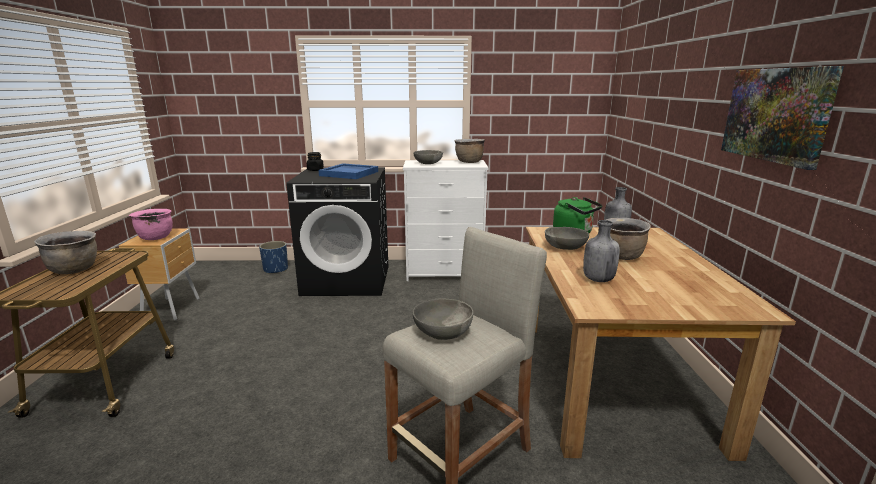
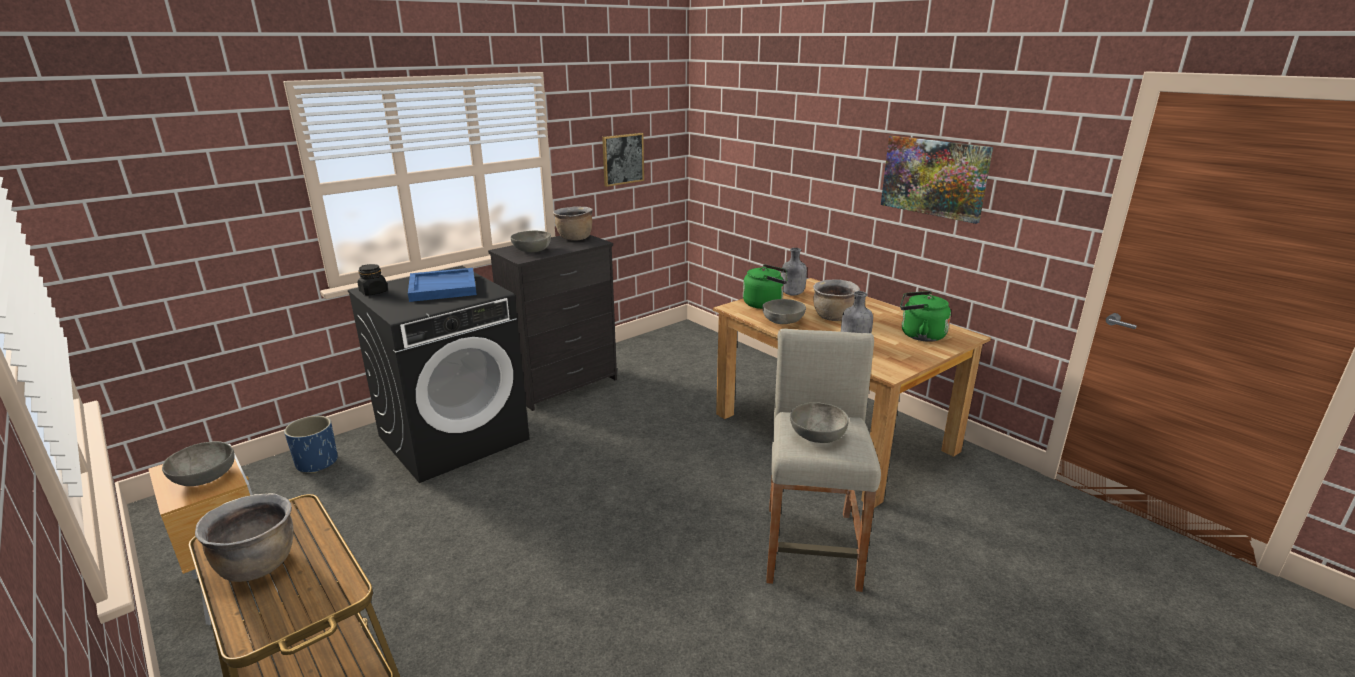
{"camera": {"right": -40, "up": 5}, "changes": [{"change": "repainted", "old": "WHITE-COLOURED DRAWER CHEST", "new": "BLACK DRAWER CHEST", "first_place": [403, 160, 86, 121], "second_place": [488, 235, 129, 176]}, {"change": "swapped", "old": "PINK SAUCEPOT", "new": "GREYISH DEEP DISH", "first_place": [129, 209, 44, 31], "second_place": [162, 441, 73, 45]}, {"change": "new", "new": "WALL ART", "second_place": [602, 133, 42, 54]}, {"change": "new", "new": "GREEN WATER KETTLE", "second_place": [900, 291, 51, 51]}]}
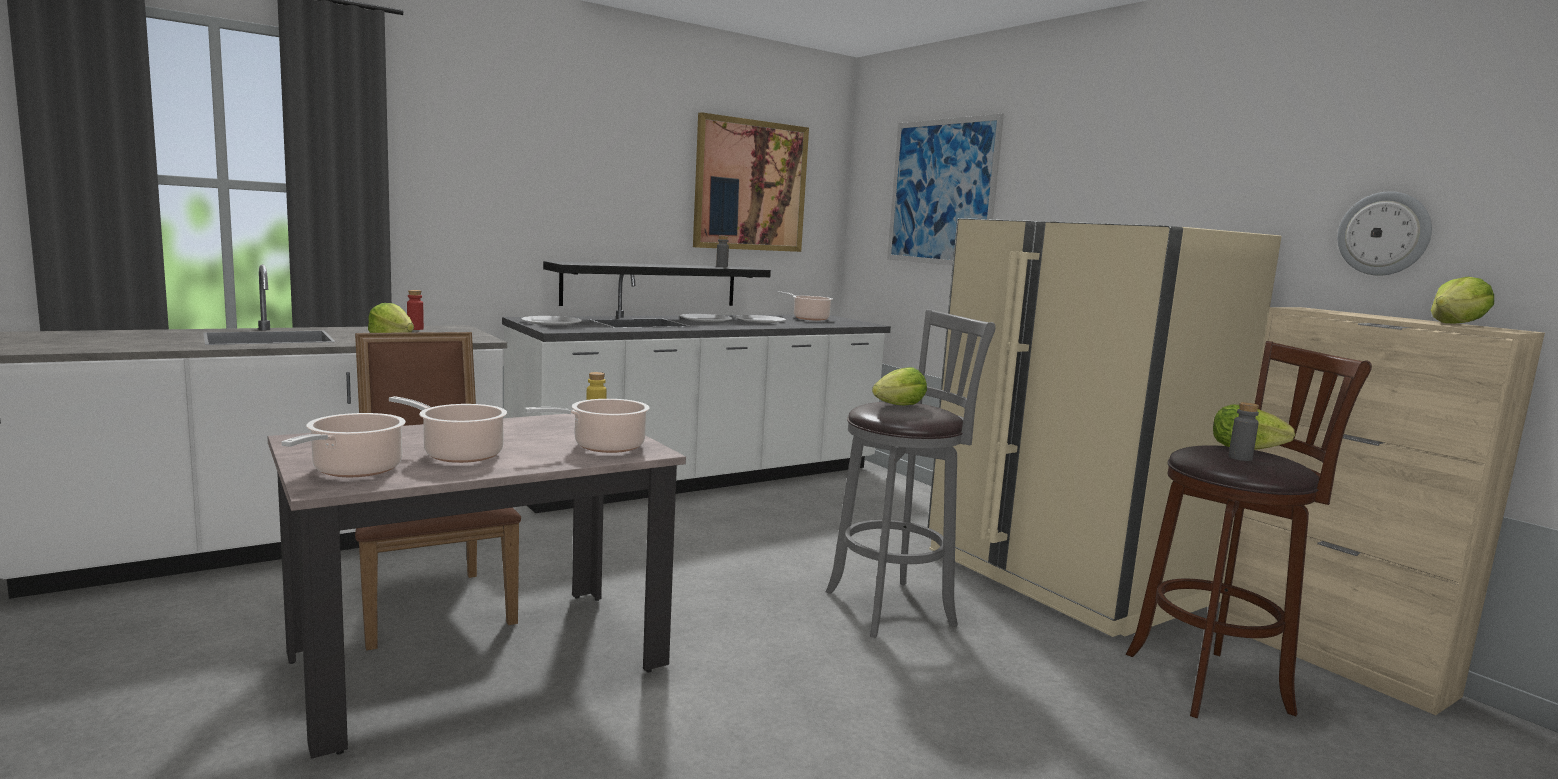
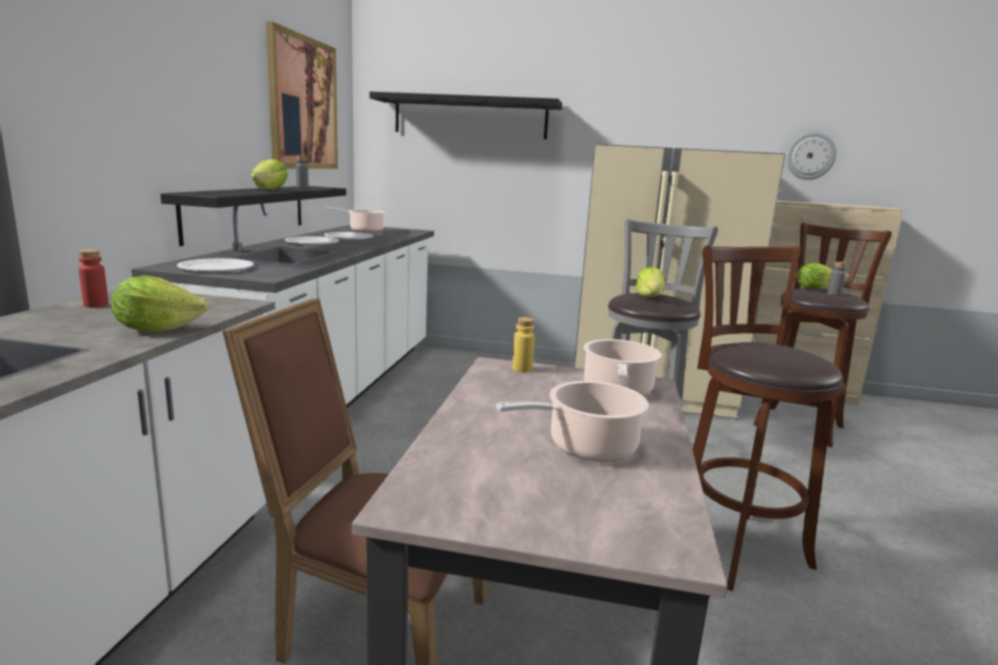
{"camera": {"right": -45, "up": 5}, "changes": [{"change": "swapped", "old": "WALL ART", "new": "BLACK BRACKET SHELF", "first_place": [887, 114, 117, 152], "second_place": [369, 92, 193, 47]}, {"change": "shifted", "old": "LETTUCE", "first_place": [1431, 277, 63, 47], "second_place": [251, 159, 37, 30]}, {"change": "gone", "old": "SAUCEPOT", "first_place": [281, 413, 125, 64]}, {"change": "new", "new": "BROWN-COLOURED STOOL SEAT", "second_place": [693, 245, 150, 346]}]}
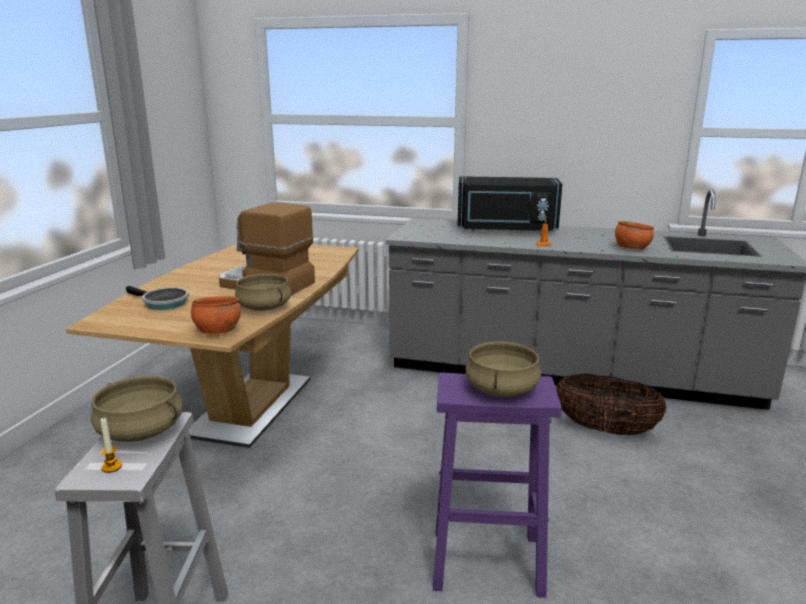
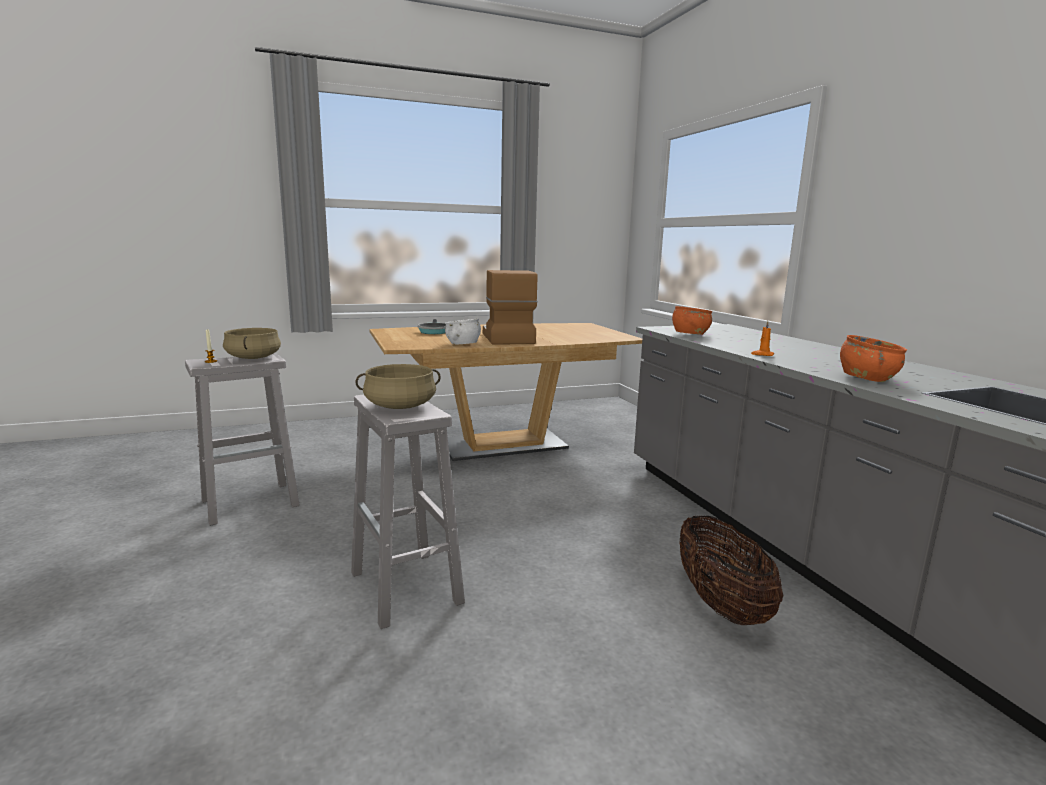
{"camera": {"right": 55, "up": -5}, "changes": [{"change": "gone", "old": "BLACK MICROWAVE OVEN", "first_place": [457, 177, 105, 55]}, {"change": "swapped", "old": "SAND-COLOURED SAUCEPOT", "new": "WHITE-COLOURED DEEP DISH", "first_place": [235, 273, 56, 38], "second_place": [445, 319, 36, 25]}, {"change": "shifted", "old": "ORANGEY DEEP DISH", "first_place": [191, 296, 50, 38], "second_place": [672, 306, 40, 29]}, {"change": "repainted", "old": "PURPLE-COLOURED STOOL SEAT", "new": "WHITE-COLOURED STOOL SEAT", "first_place": [433, 372, 129, 226], "second_place": [351, 395, 114, 234]}]}
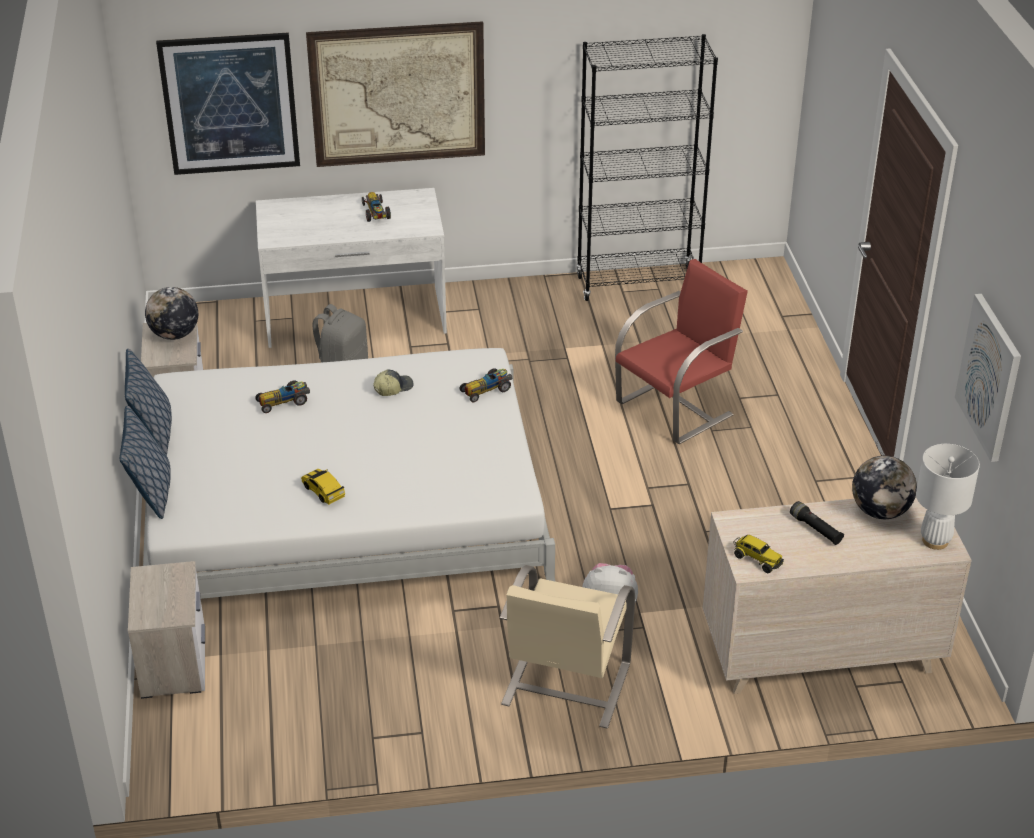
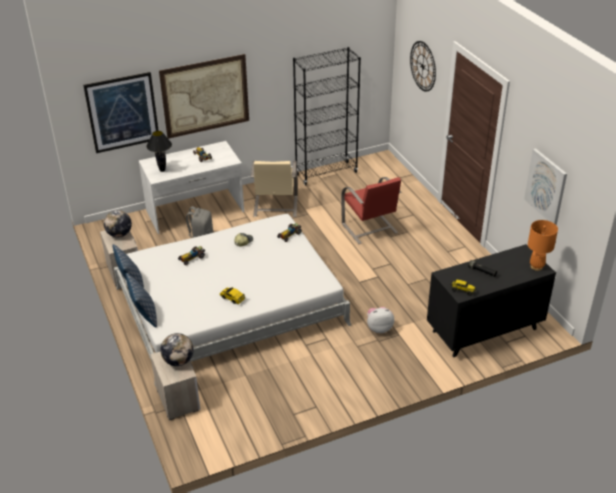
{"camera": {"right": -15, "up": 0}, "changes": [{"change": "rotated", "old": "REDDISH PLAIN CHAIR", "first_place": [615, 259, 133, 185], "second_place": [341, 177, 60, 67], "degrees": 120}, {"change": "repainted", "old": "WHITE-COLOURED TABLETOP LAMP", "new": "ORANGEY TABLETOP LAMP", "first_place": [916, 444, 64, 106], "second_place": [528, 220, 30, 51]}, {"change": "shifted", "old": "DESK GLOBE", "first_place": [852, 456, 65, 63], "second_place": [160, 333, 33, 33]}, {"change": "repainted", "old": "SAND-COLOURED DRAWER CHEST", "new": "BLACK DRAWER CHEST", "first_place": [703, 497, 269, 197], "second_place": [427, 244, 129, 113]}, {"change": "shifted", "old": "SAND-COLOURED PLAIN CHAIR", "first_place": [500, 565, 135, 163], "second_place": [251, 161, 47, 56]}, {"change": "new", "new": "CLOCK ON THE WALL", "second_place": [410, 41, 26, 51]}, {"change": "new", "new": "BLACK TABLETOP LAMP", "second_place": [146, 131, 26, 41]}]}
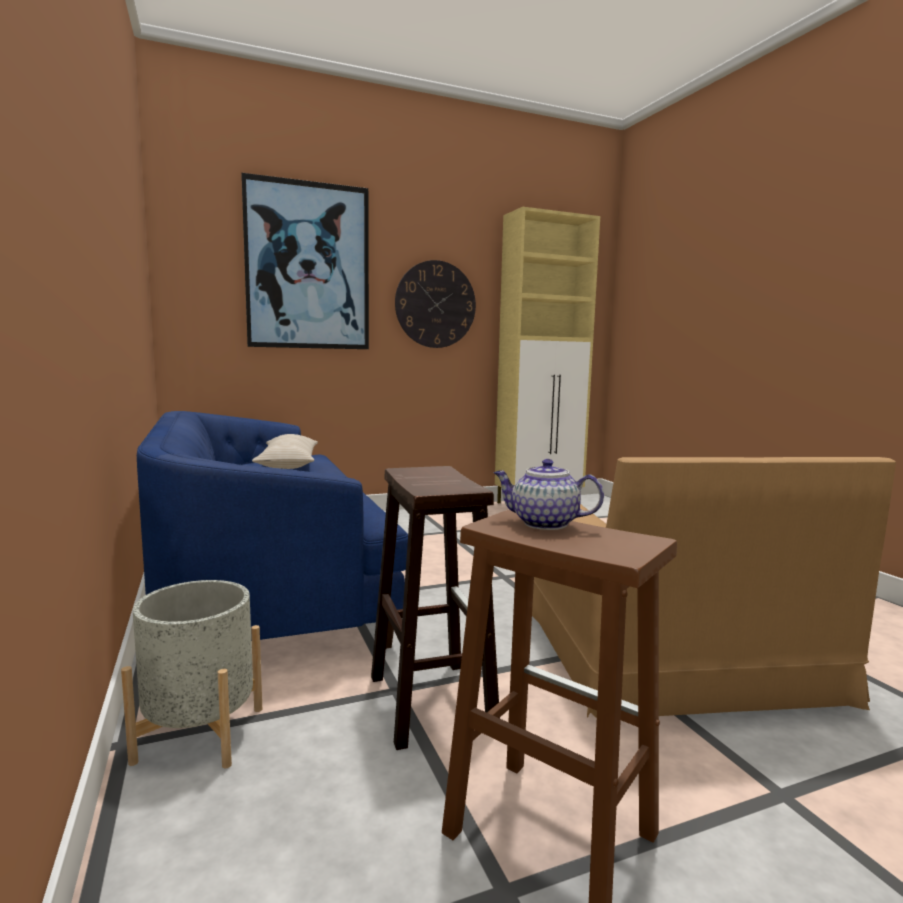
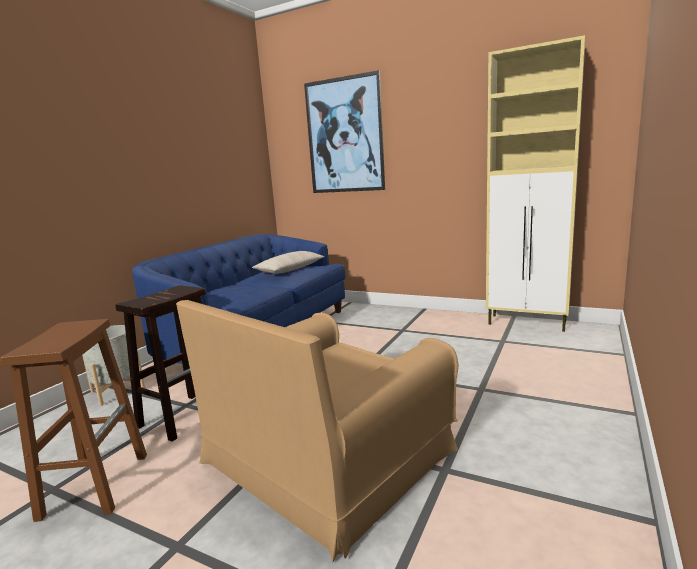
{"camera": {"right": 50, "up": 5}, "changes": [{"change": "gone", "old": "CLOCK ON THE WALL", "first_place": [395, 260, 81, 88]}, {"change": "gone", "old": "POT FOR TEA", "first_place": [494, 459, 110, 71]}]}
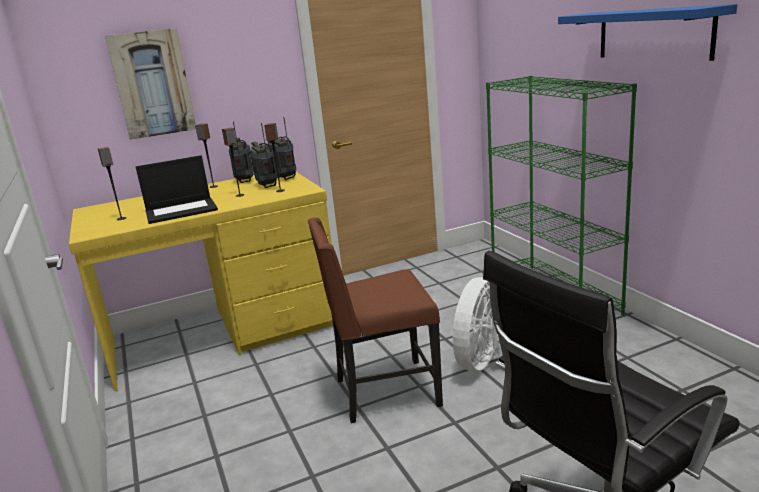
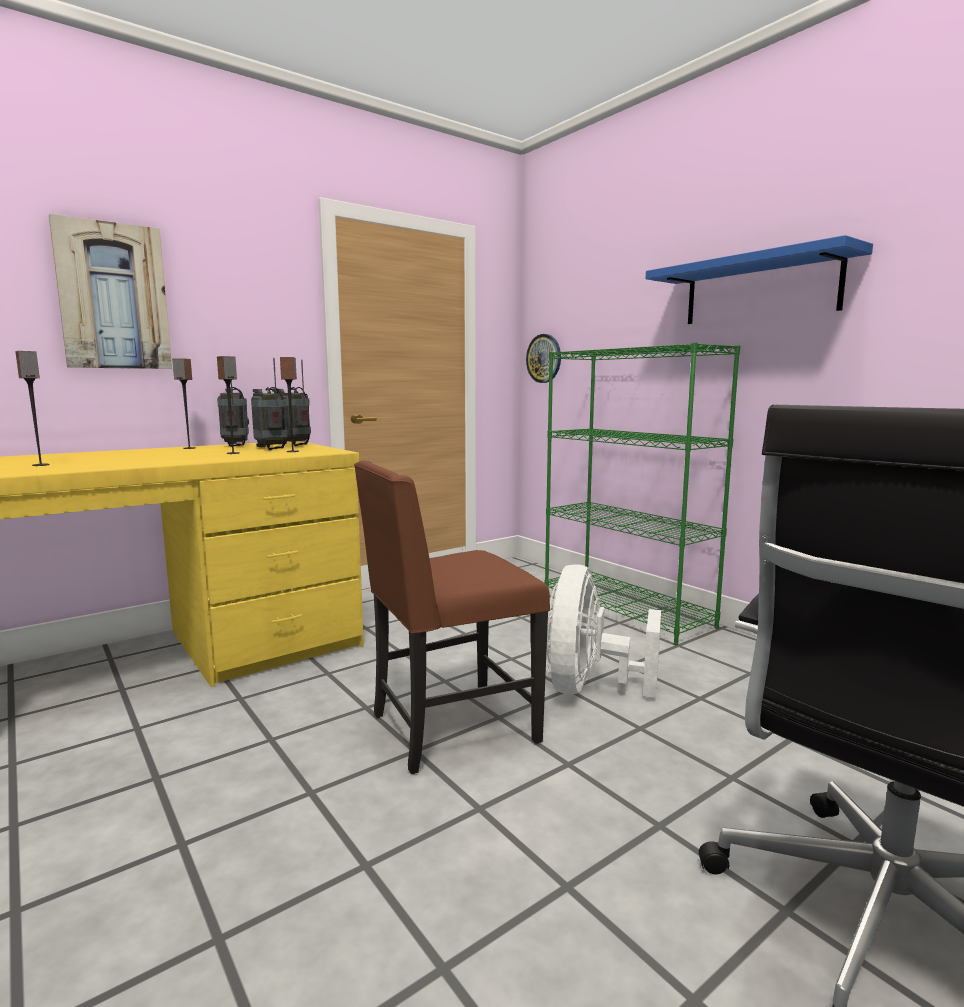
{"camera": {"right": -15, "up": -10}, "changes": [{"change": "gone", "old": "PORTABLE COMPUTER", "first_place": [136, 155, 82, 69]}, {"change": "new", "new": "CLOCK ON THE WALL", "second_place": [526, 334, 35, 49]}]}
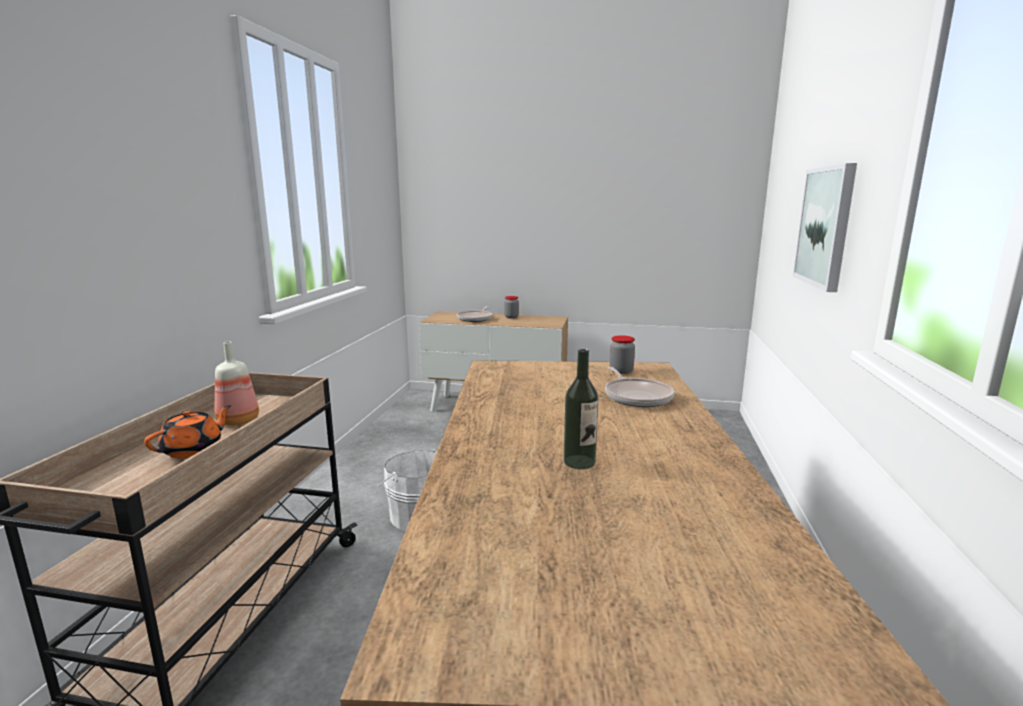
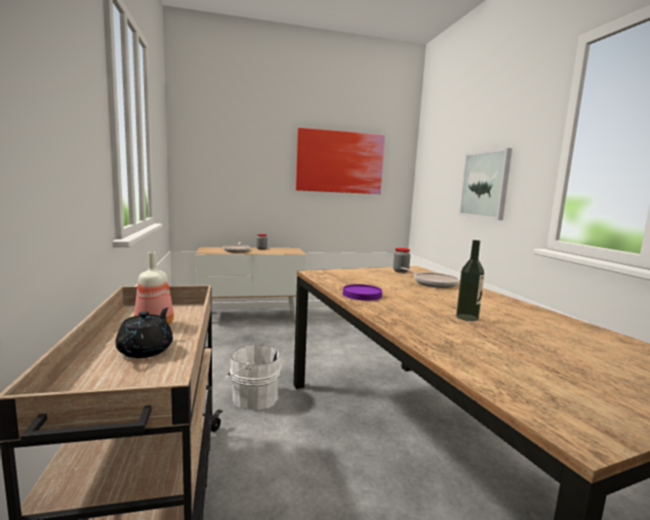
{"camera": {"right": -25, "up": -5}, "changes": [{"change": "repainted", "old": "ORANGEY POT FOR TEA", "new": "BLACK POT FOR TEA", "first_place": [144, 405, 87, 53], "second_place": [115, 308, 58, 50]}, {"change": "new", "new": "WALL ART", "second_place": [296, 128, 89, 66]}, {"change": "new", "new": "PURPLE-COLOURED PLATE", "second_place": [343, 284, 39, 17]}]}
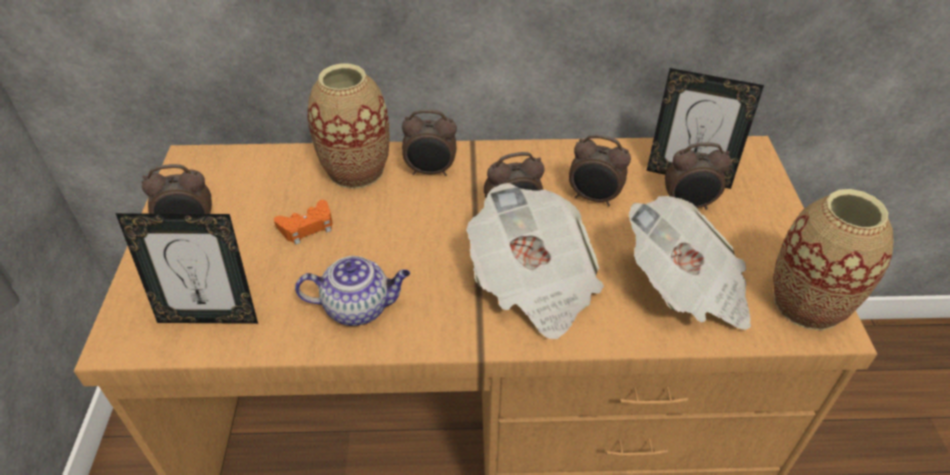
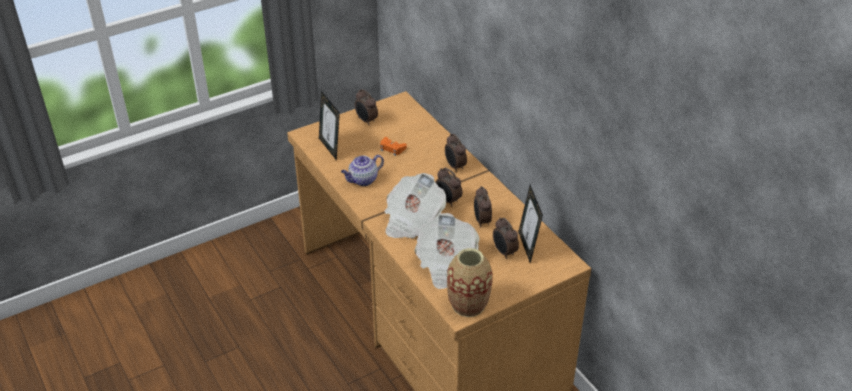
{"camera": {"right": 60, "up": -5}, "changes": [{"change": "gone", "old": "VASE", "first_place": [308, 64, 82, 125]}, {"change": "rotated", "old": "POT FOR TEA", "first_place": [295, 256, 115, 70], "second_place": [341, 155, 43, 31], "degrees": 90}]}
